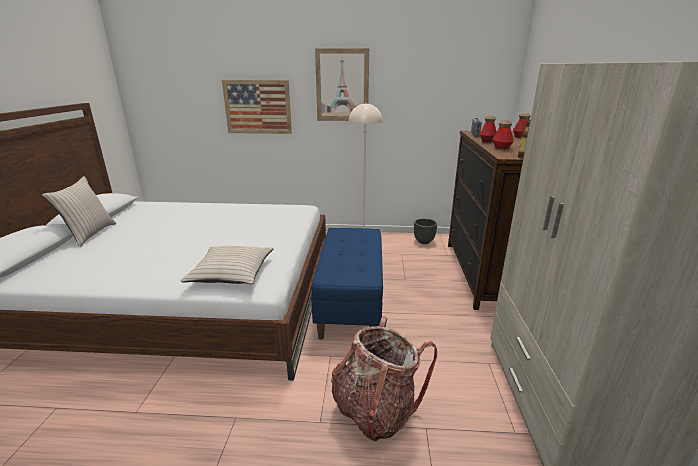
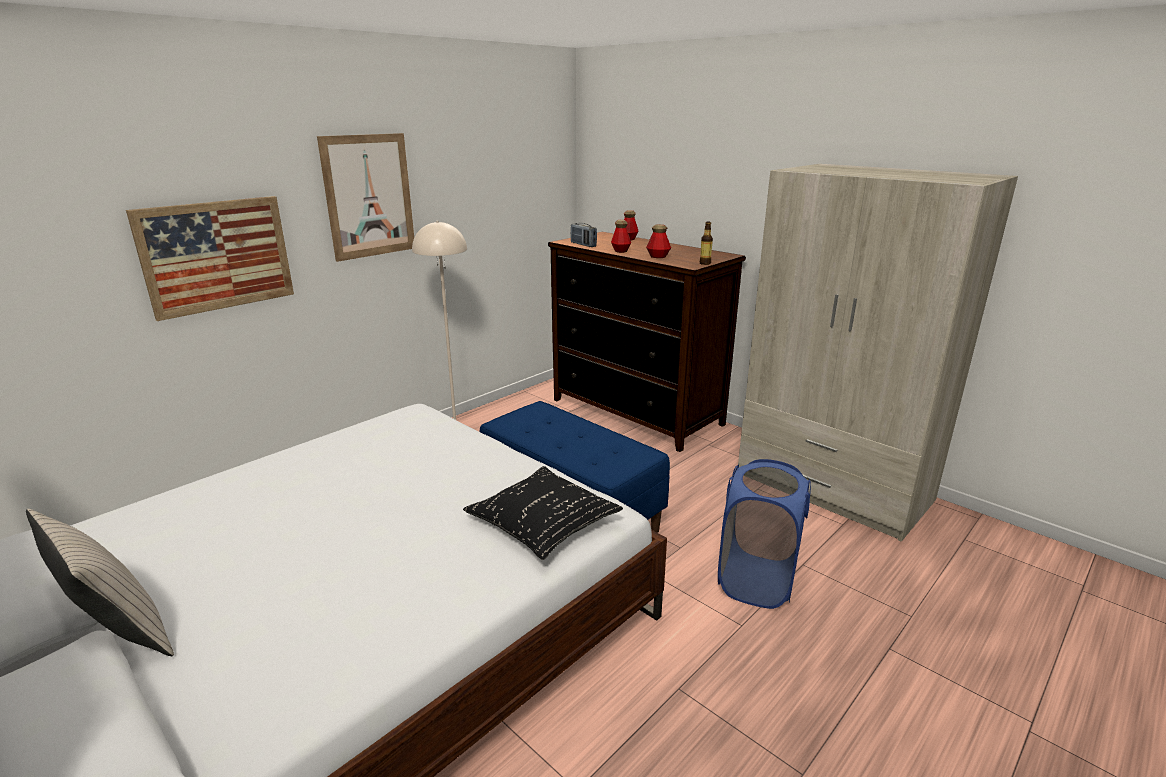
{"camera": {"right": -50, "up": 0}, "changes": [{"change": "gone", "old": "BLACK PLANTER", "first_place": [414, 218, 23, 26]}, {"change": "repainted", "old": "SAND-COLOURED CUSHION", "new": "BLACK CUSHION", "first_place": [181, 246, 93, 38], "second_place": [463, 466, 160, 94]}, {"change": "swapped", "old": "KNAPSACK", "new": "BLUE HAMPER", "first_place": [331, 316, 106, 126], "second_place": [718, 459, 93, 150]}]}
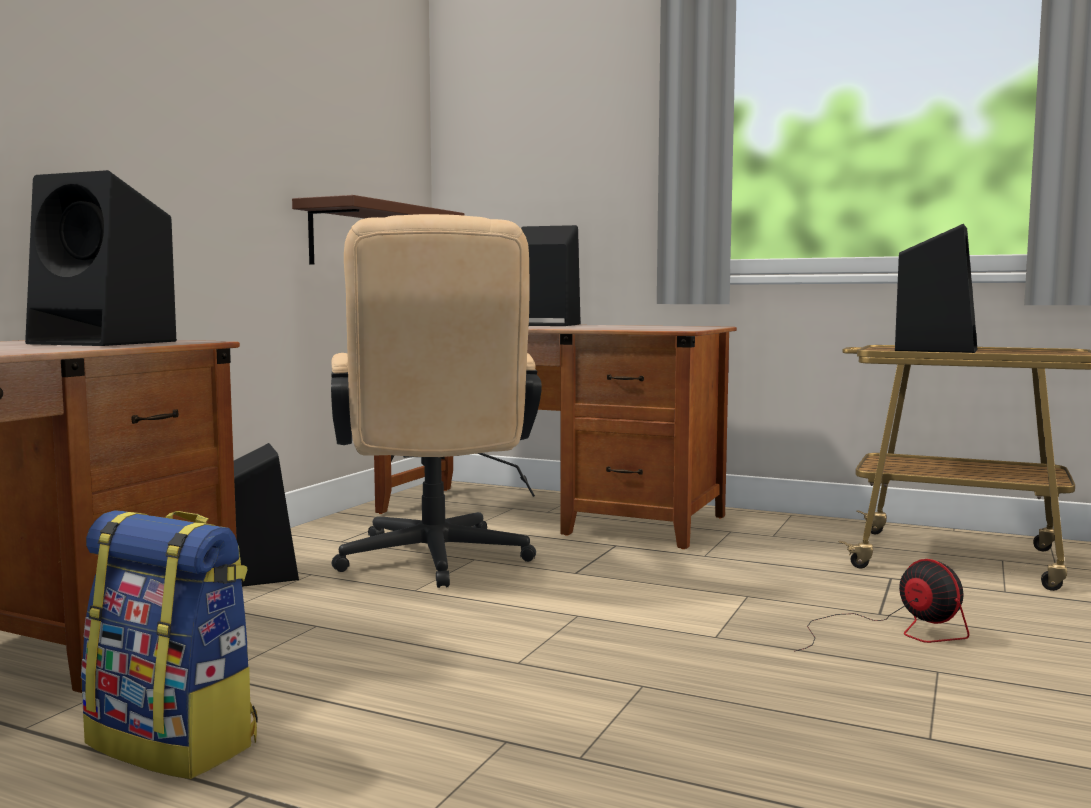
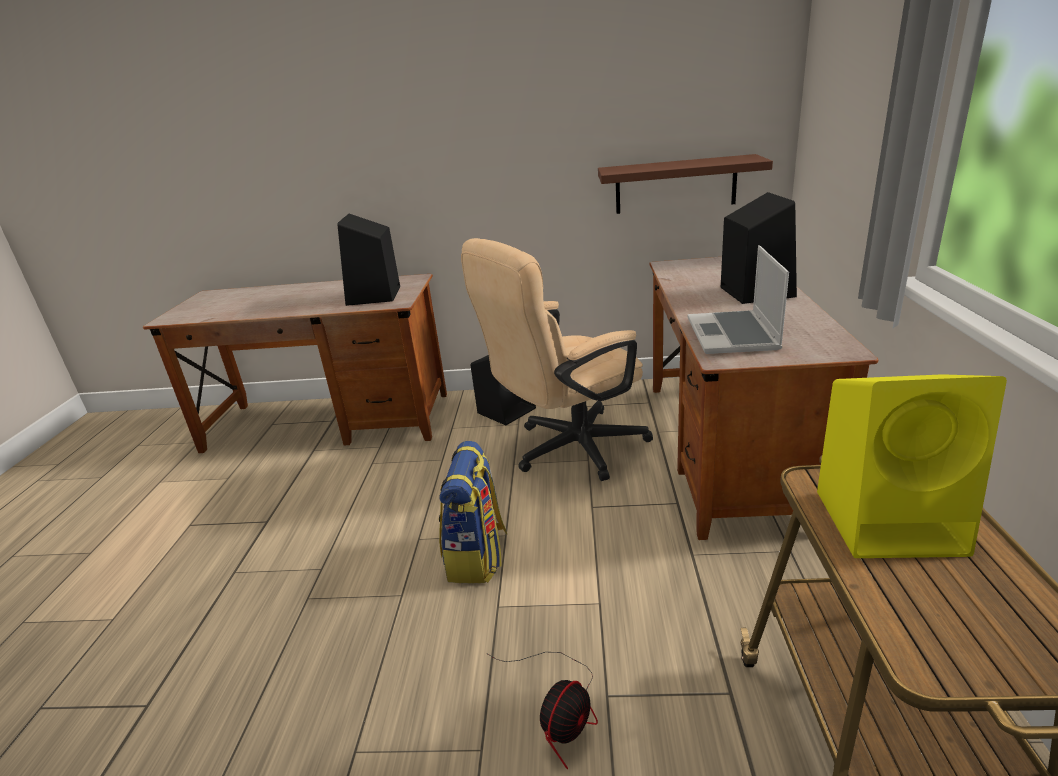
{"camera": {"right": 70, "up": 20}, "changes": [{"change": "repainted", "old": "BLACK LOUDSPEAKER", "new": "YELLOW LOUDSPEAKER", "first_place": [895, 224, 82, 129], "second_place": [817, 374, 190, 184]}, {"change": "shifted", "old": "KNAPSACK", "first_place": [81, 510, 177, 269], "second_place": [439, 441, 68, 142]}, {"change": "new", "new": "PORTABLE COMPUTER", "second_place": [688, 245, 101, 109]}]}
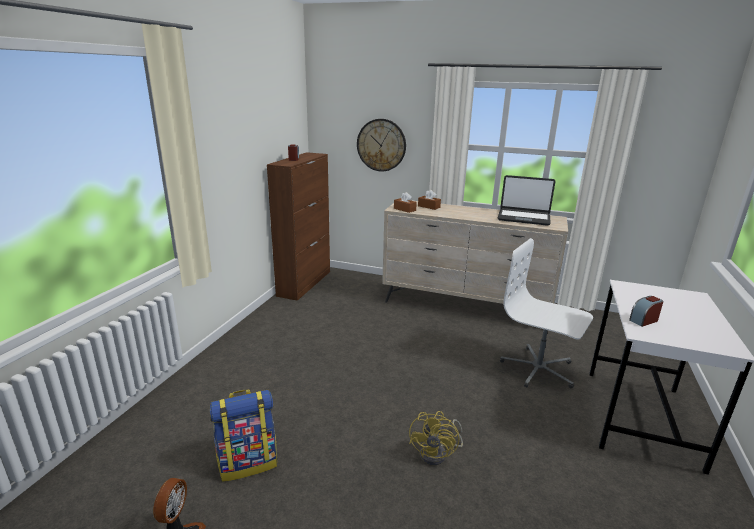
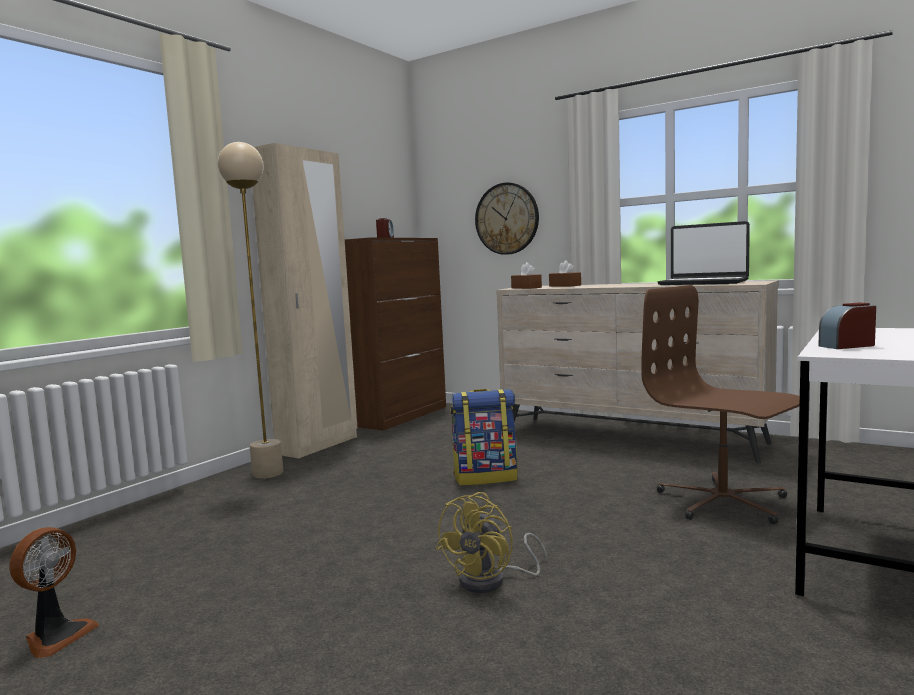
{"camera": {"right": 15, "up": -15}, "changes": [{"change": "repainted", "old": "WHITE-COLOURED COMPUTER CHAIR", "new": "BROWN-COLOURED COMPUTER CHAIR", "first_place": [500, 238, 93, 150], "second_place": [641, 285, 159, 239]}, {"change": "shifted", "old": "KNAPSACK", "first_place": [210, 389, 67, 93], "second_place": [450, 389, 68, 97]}, {"change": "new", "new": "SAND-COLOURED FLOOR LAMP", "second_place": [218, 142, 65, 337]}, {"change": "new", "new": "SAND-COLOURED ARMOIRE", "second_place": [252, 143, 105, 316]}]}
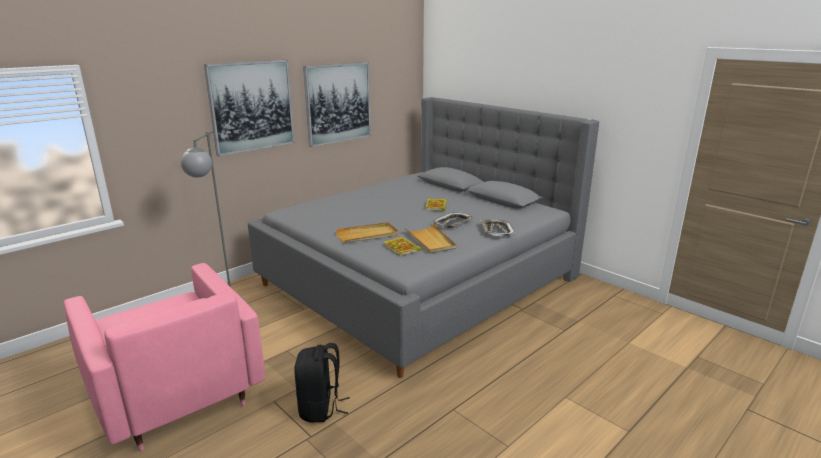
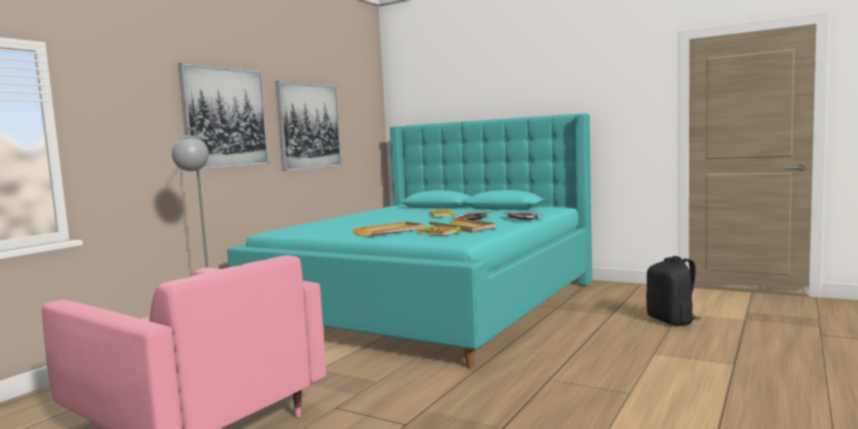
{"camera": {"right": -15, "up": -15}, "changes": [{"change": "repainted", "old": "GREYISH SLEEPING BED", "new": "BLUE-GREEN SLEEPING BED", "first_place": [248, 97, 351, 281], "second_place": [227, 114, 365, 255]}, {"change": "shifted", "old": "BLACK KNAPSACK", "first_place": [294, 343, 56, 79], "second_place": [646, 256, 54, 70]}]}
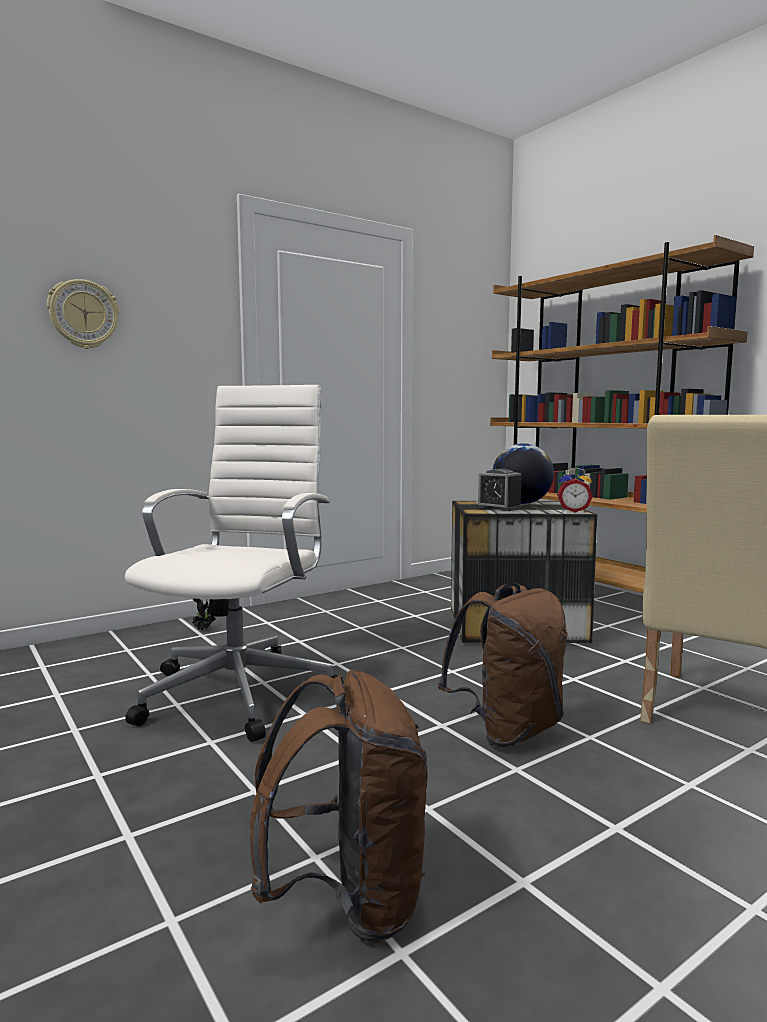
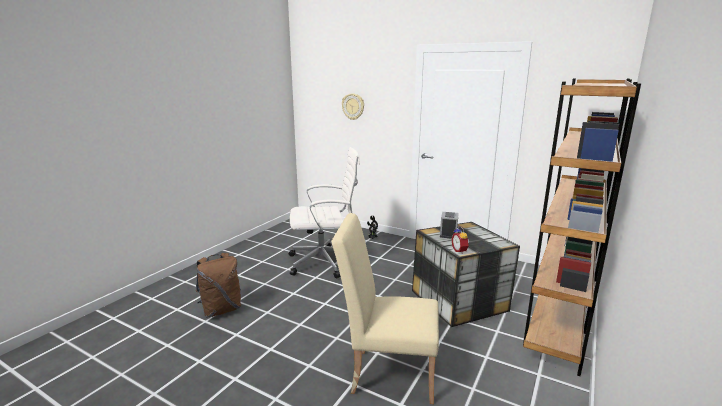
{"camera": {"right": 65, "up": 10}, "changes": [{"change": "gone", "old": "DESK GLOBE", "first_place": [493, 443, 61, 61]}, {"change": "gone", "old": "BROWN-COLOURED KNAPSACK", "first_place": [438, 583, 129, 165]}]}
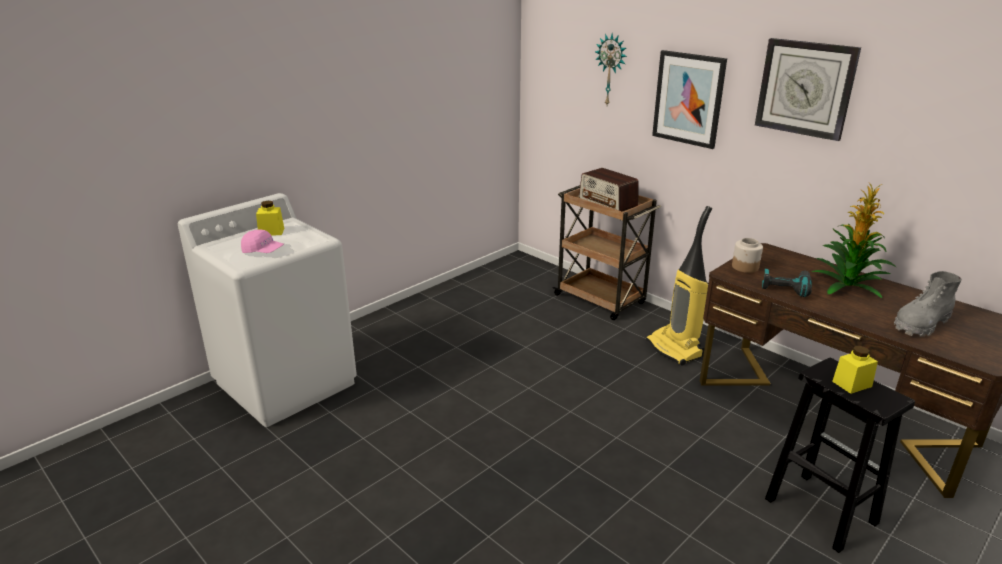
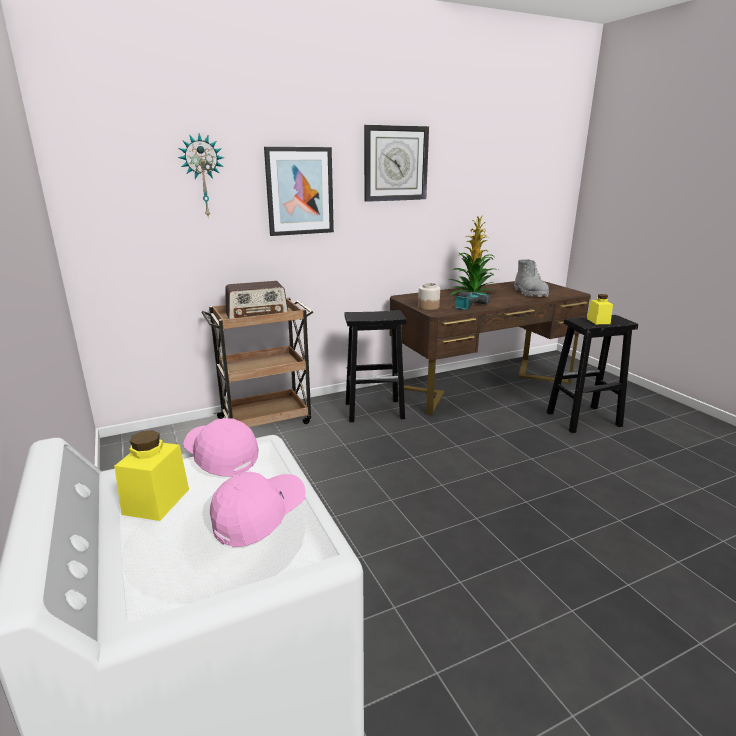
{"camera": {"right": -70, "up": -5}, "changes": [{"change": "swapped", "old": "VACUUM CLEANER", "new": "BLACK STOOL SEAT", "first_place": [646, 206, 66, 160], "second_place": [345, 310, 62, 112]}, {"change": "new", "new": "PINK PEAKED CAP", "second_place": [183, 418, 75, 59]}]}
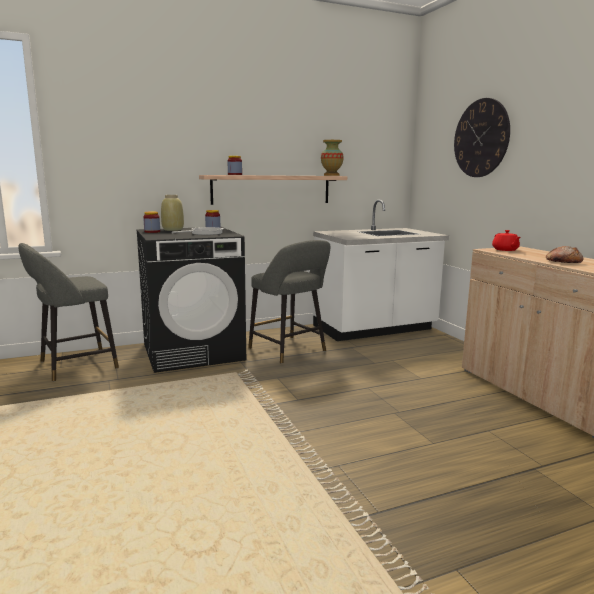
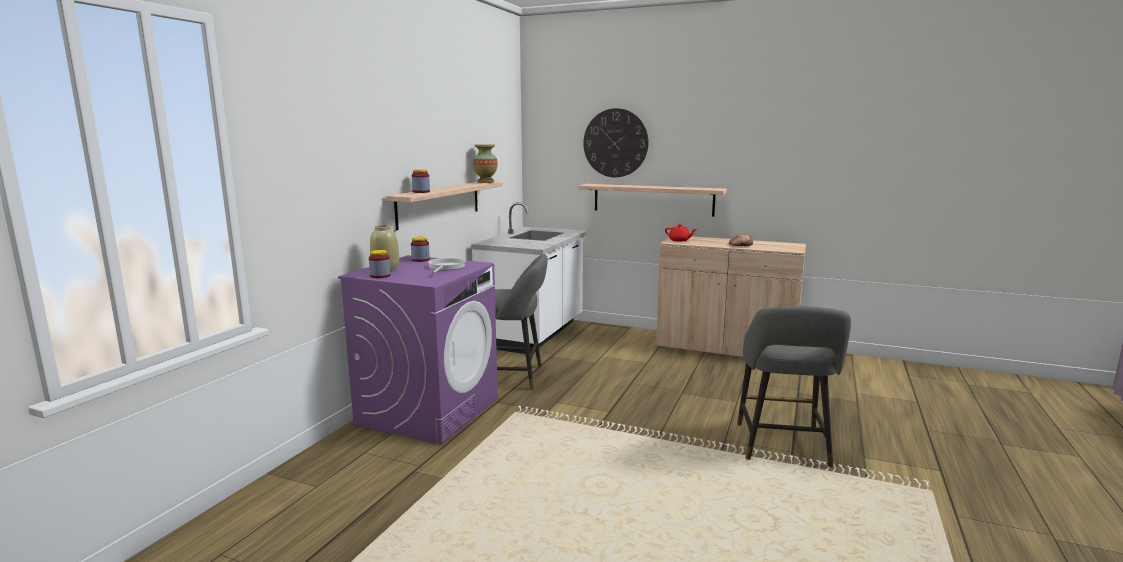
{"camera": {"right": -45, "up": 0}, "changes": [{"change": "repainted", "old": "BLACK WASHING MACHINE", "new": "PURPLE-COLOURED WASHING MACHINE", "first_place": [136, 227, 110, 146], "second_place": [338, 255, 160, 189]}, {"change": "shifted", "old": "GREYISH STOOL SEAT", "first_place": [18, 243, 101, 139], "second_place": [737, 306, 114, 161]}, {"change": "new", "new": "BRACKET SHELF", "second_place": [578, 184, 149, 33]}]}
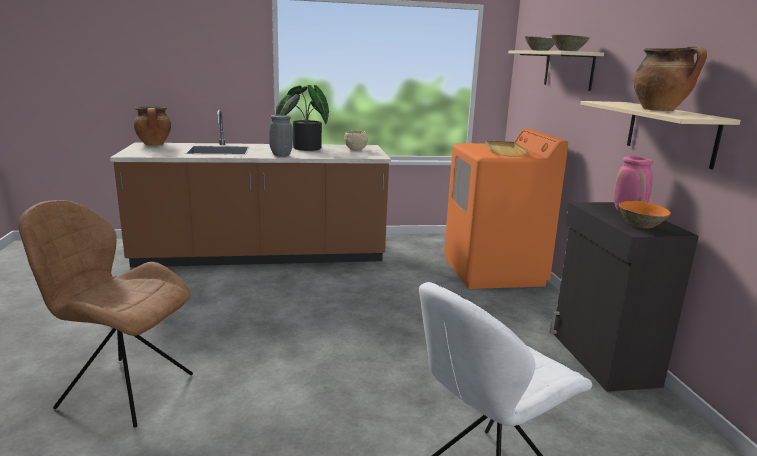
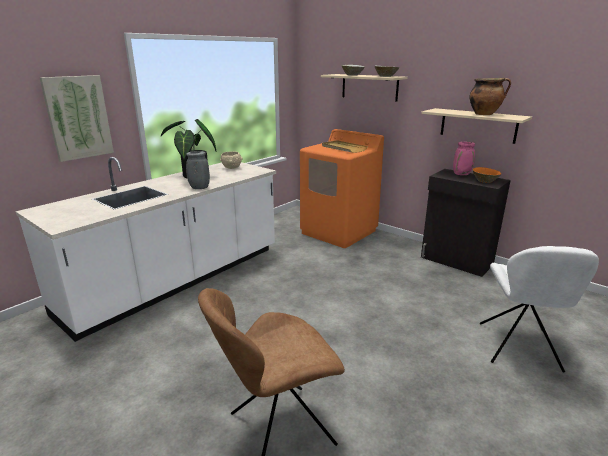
{"camera": {"right": -40, "up": 5}, "changes": [{"change": "gone", "old": "SAUCEPOT", "first_place": [134, 106, 37, 40]}, {"change": "repainted", "old": "BROWN-COLOURED KITCHEN COUNTER", "new": "WHITE-COLOURED KITCHEN COUNTER", "first_place": [110, 110, 281, 157], "second_place": [15, 157, 261, 185]}, {"change": "new", "new": "WALL ART", "second_place": [39, 75, 75, 87]}]}
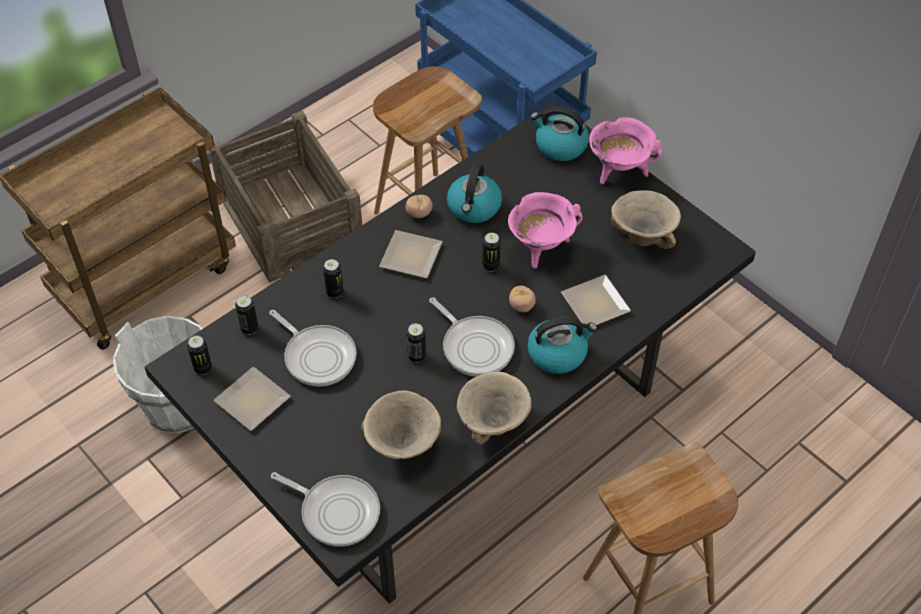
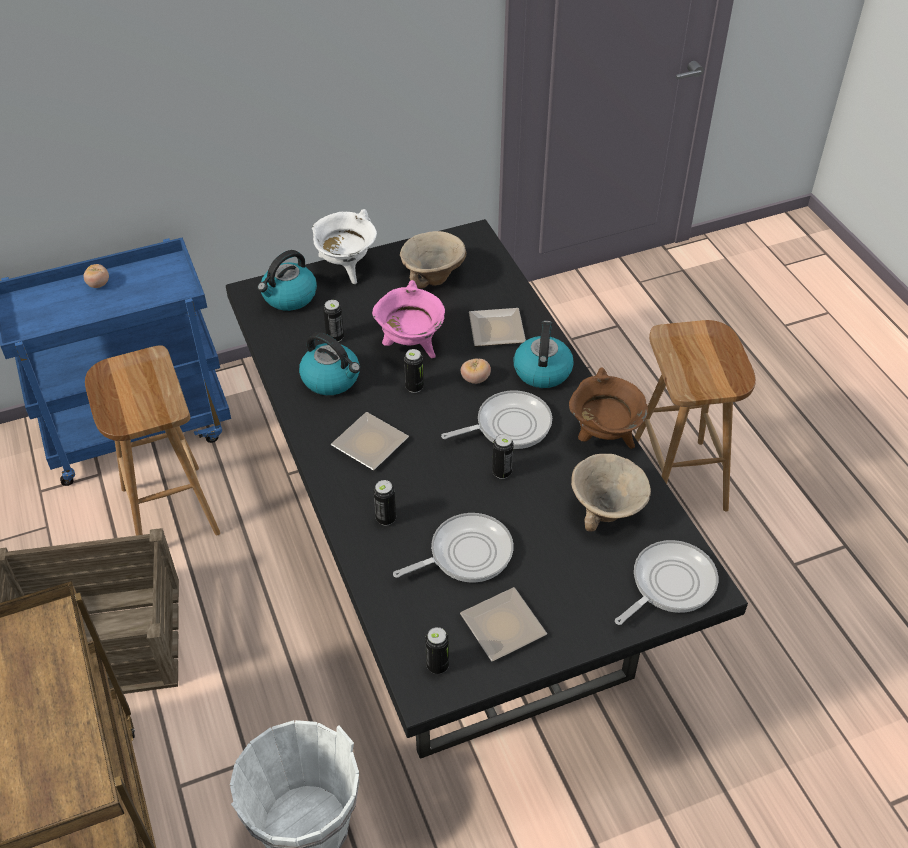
{"camera": {"right": -70, "up": -5}, "changes": [{"change": "repainted", "old": "PINK SAUCEPOT", "new": "WHITE-COLOURED SAUCEPOT", "first_place": [589, 117, 73, 67], "second_place": [312, 209, 65, 75]}, {"change": "shifted", "old": "TOMATO", "first_place": [405, 195, 27, 23], "second_place": [83, 264, 26, 24]}, {"change": "shifted", "old": "CAN", "first_place": [235, 295, 24, 40], "second_place": [323, 300, 21, 42]}, {"change": "swapped", "old": "SAND-COLOURED DEEP DISH", "new": "BROWN-COLOURED SAUCEPOT", "first_place": [457, 371, 75, 74], "second_place": [569, 367, 79, 82]}]}
